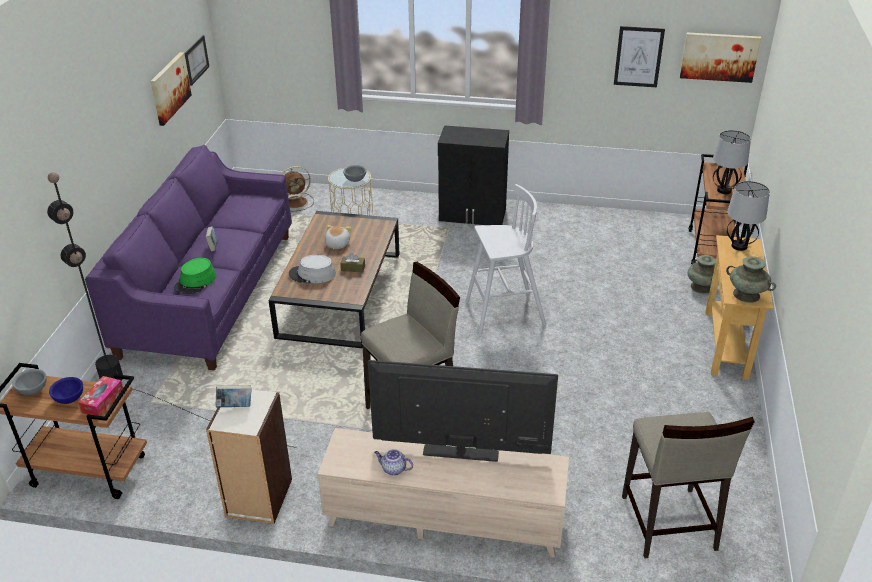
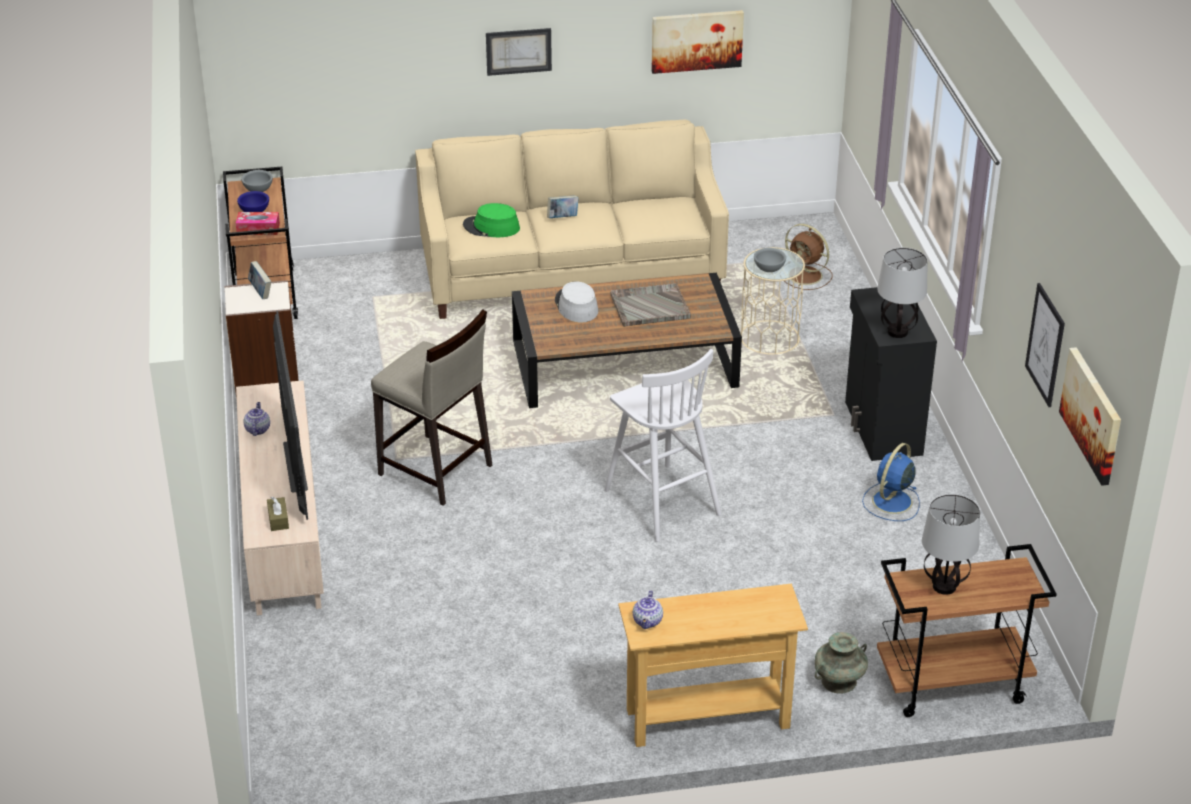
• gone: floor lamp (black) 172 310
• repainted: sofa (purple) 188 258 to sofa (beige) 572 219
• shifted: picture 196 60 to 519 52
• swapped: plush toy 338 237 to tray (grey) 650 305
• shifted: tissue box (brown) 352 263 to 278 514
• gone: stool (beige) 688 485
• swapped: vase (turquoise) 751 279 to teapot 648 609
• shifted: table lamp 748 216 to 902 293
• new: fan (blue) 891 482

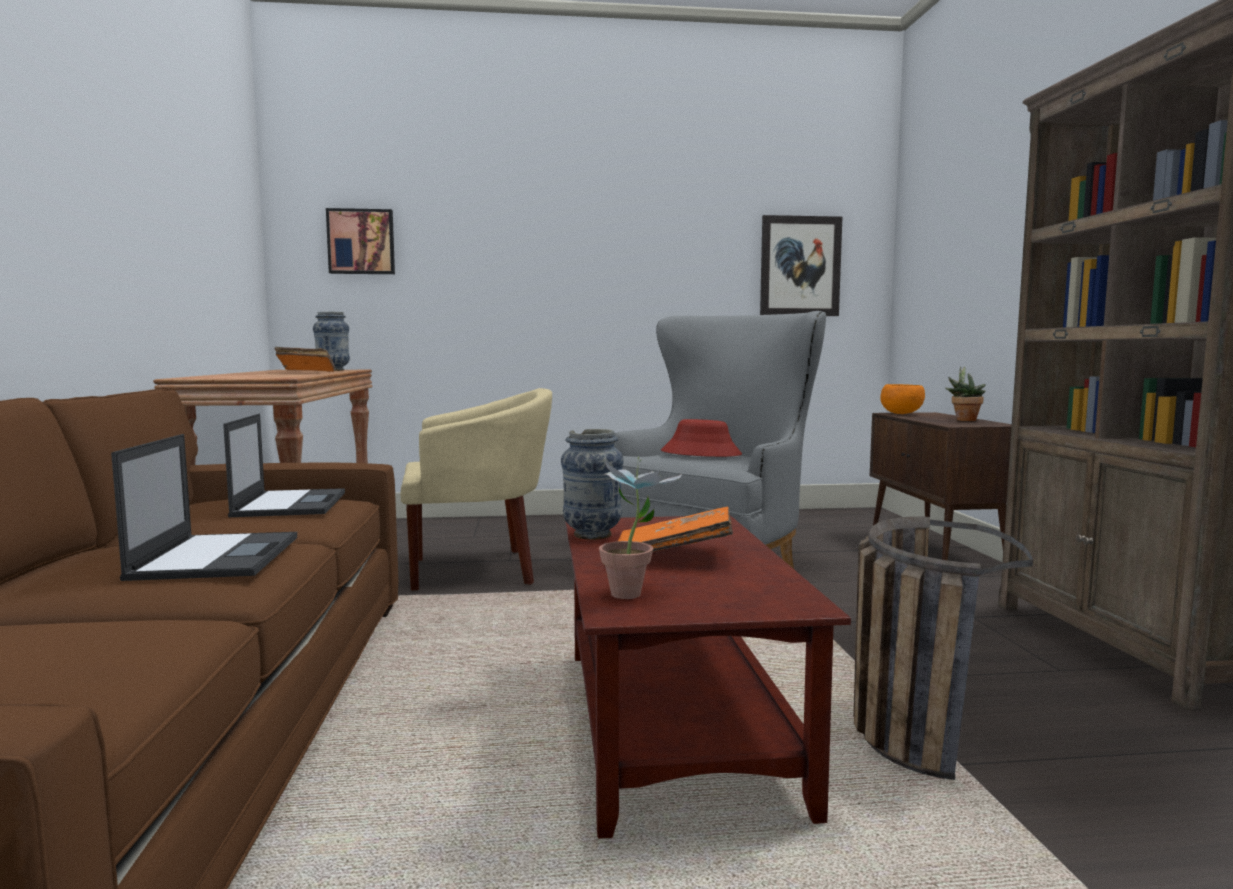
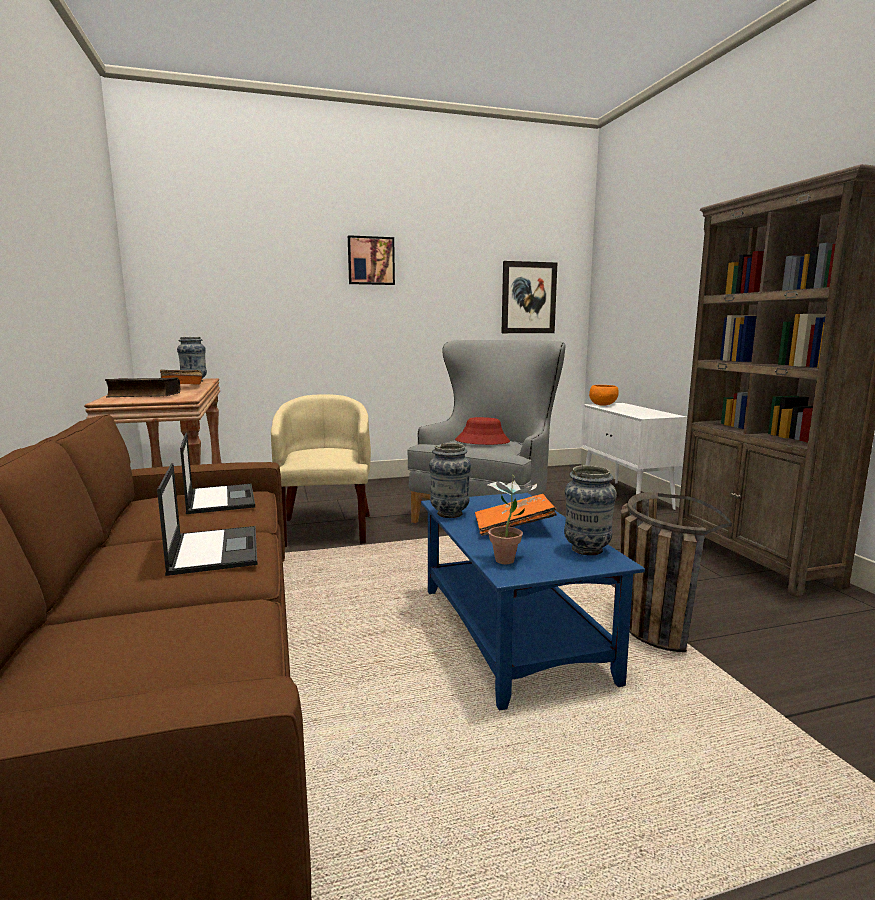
• shifted: picture 360 241 to 371 260
• rotated: armchair (beige) 476 489 = 321 470 75 degrees counterclockwise
• repainted: coffee table (brown) 708 677 to coffee table (blue) 533 601
• repainted: cabinet (brown) 941 486 to cabinet (white) 634 456
• gone: potted plant 966 393
• new: book 142 387
• new: vase 590 510

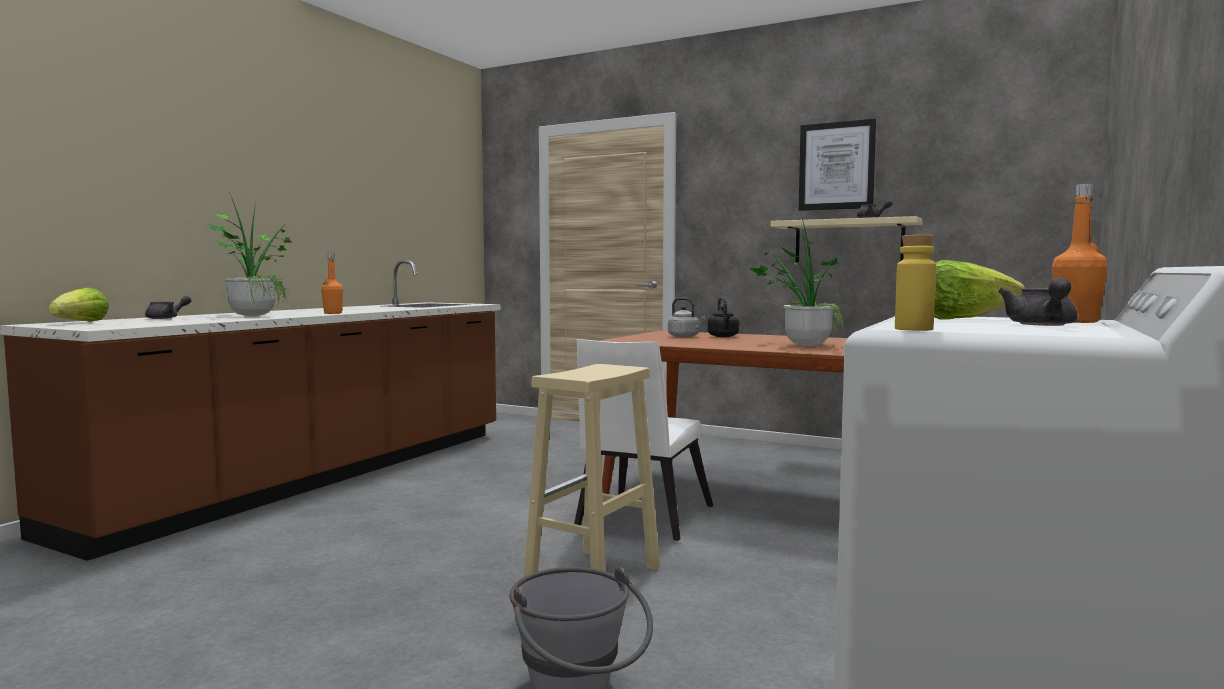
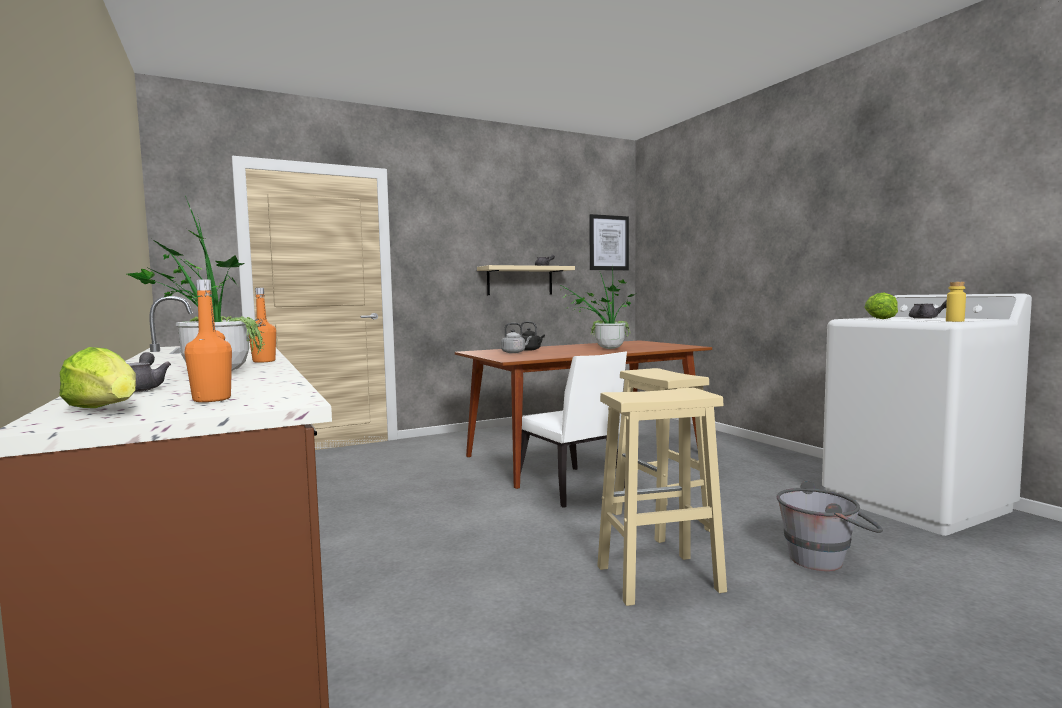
• shifted: picture 837 165 to 609 242
• shifted: bottle (orange) 1080 253 to 208 341
• new: stool (beige) 662 497

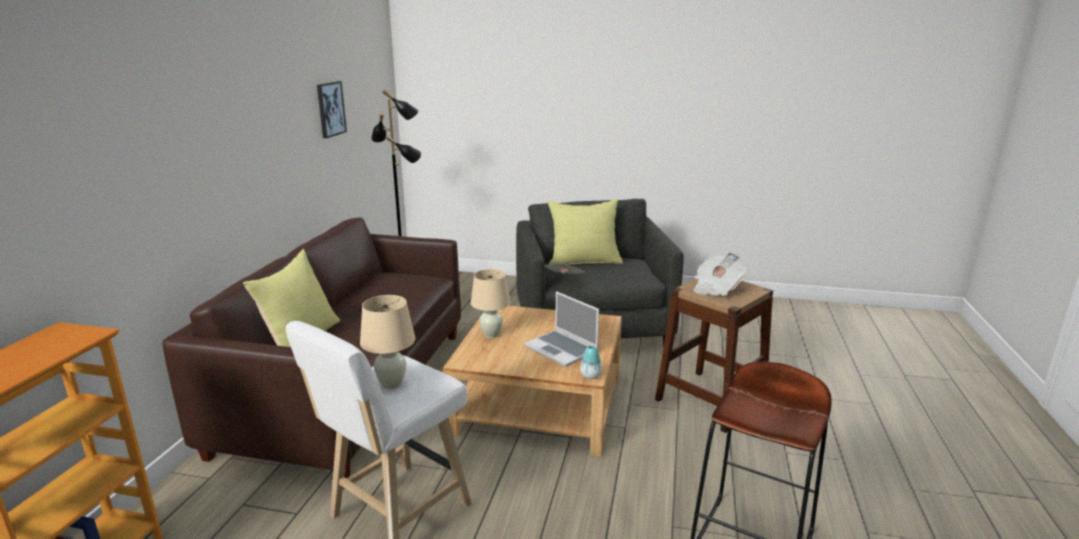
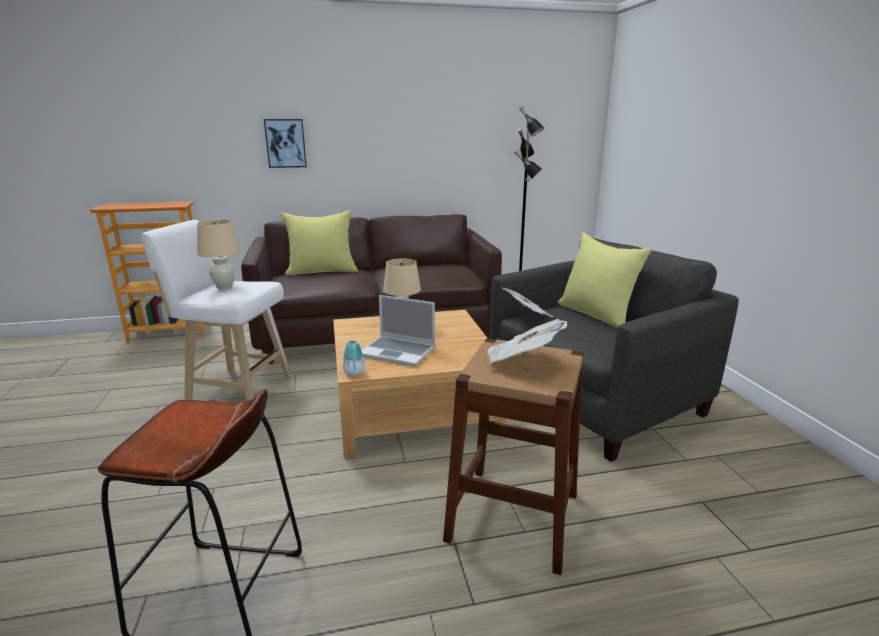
• shifted: picture 332 109 to 285 143
• rotated: laptop 561 329 = 398 331 90 degrees counterclockwise

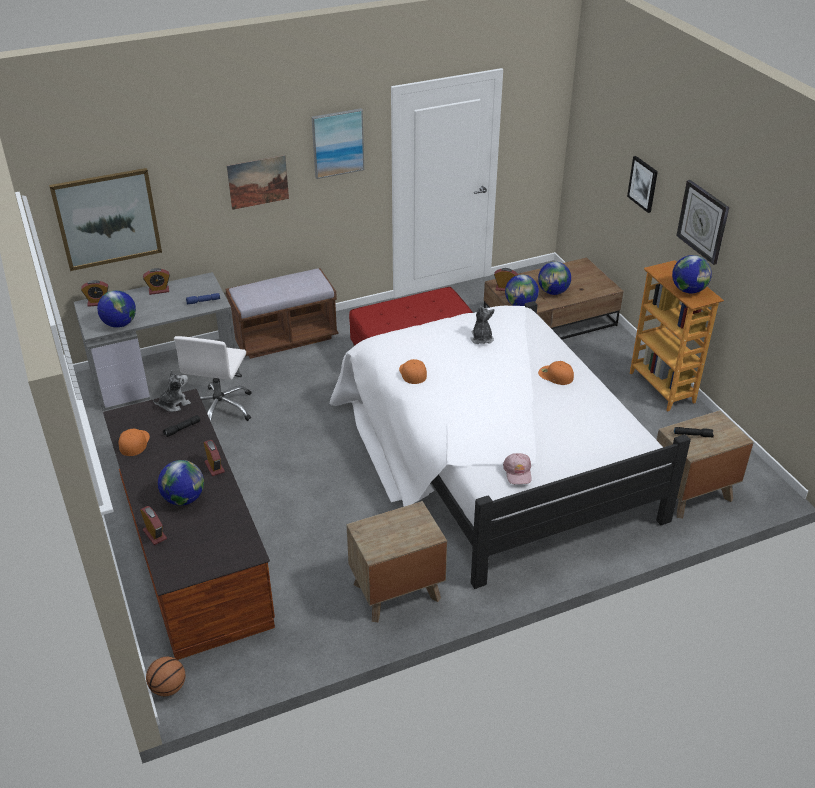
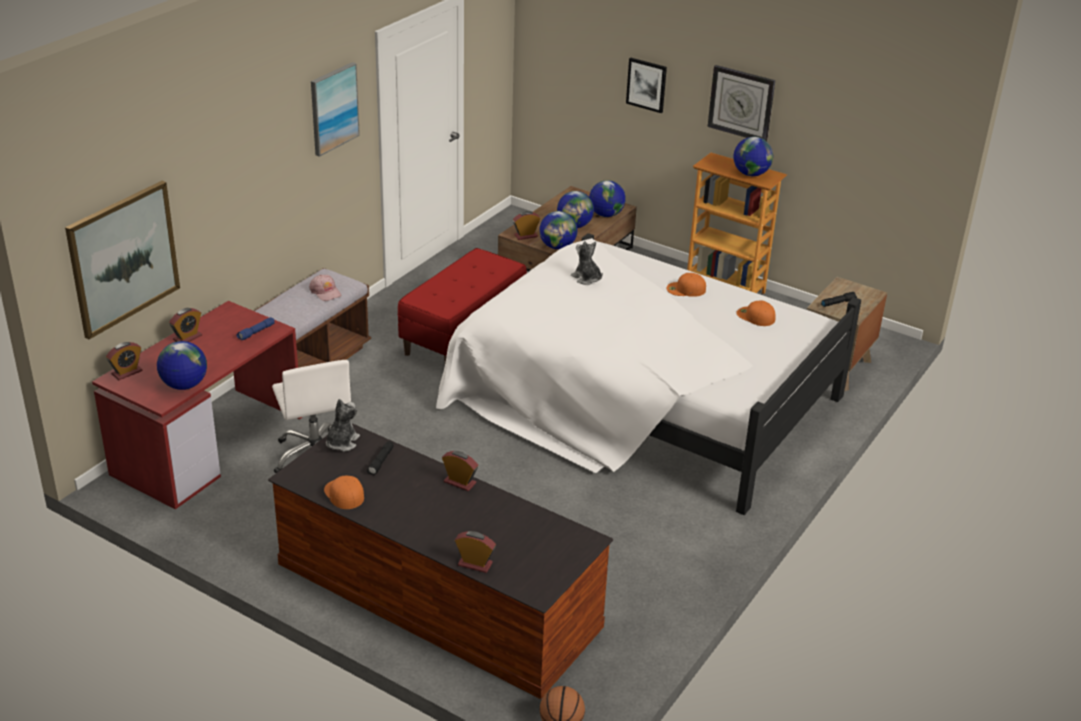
• repainted: desk (grey) 157 341 to desk (red) 197 405
• shifted: globe 181 482 to 607 198
• gone: picture 258 182
• gone: nightstand (brown) 396 561
• shifted: cap (orange) 413 371 to 756 313
• shifted: cap (pink) 517 468 to 325 288

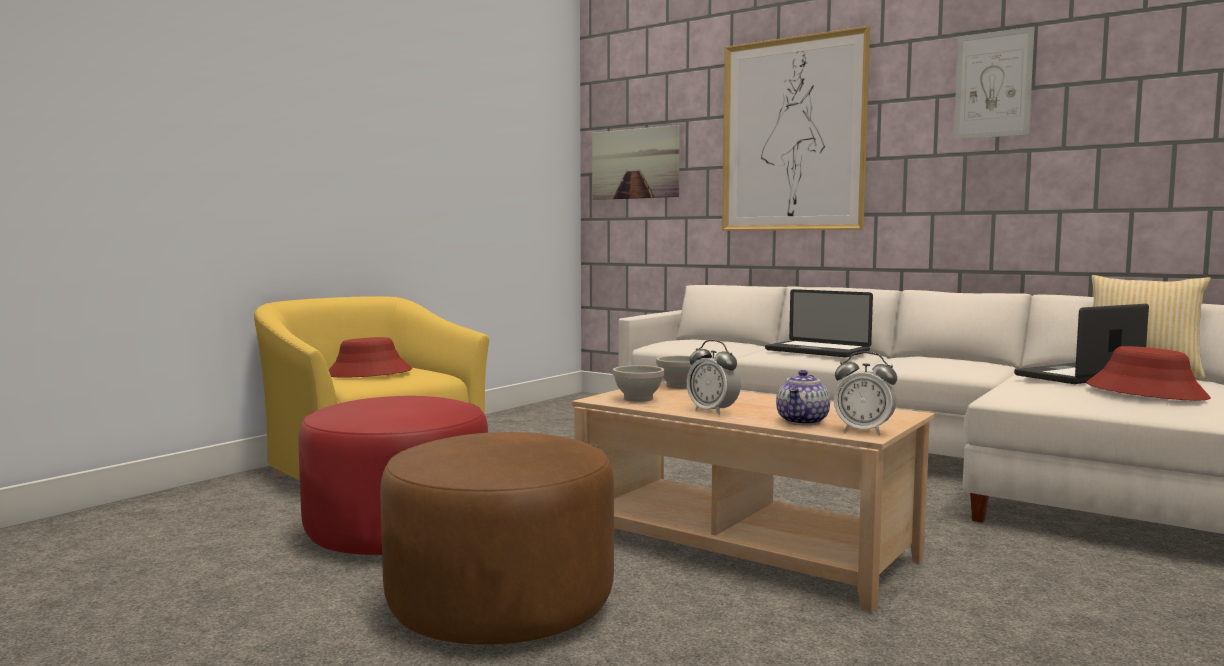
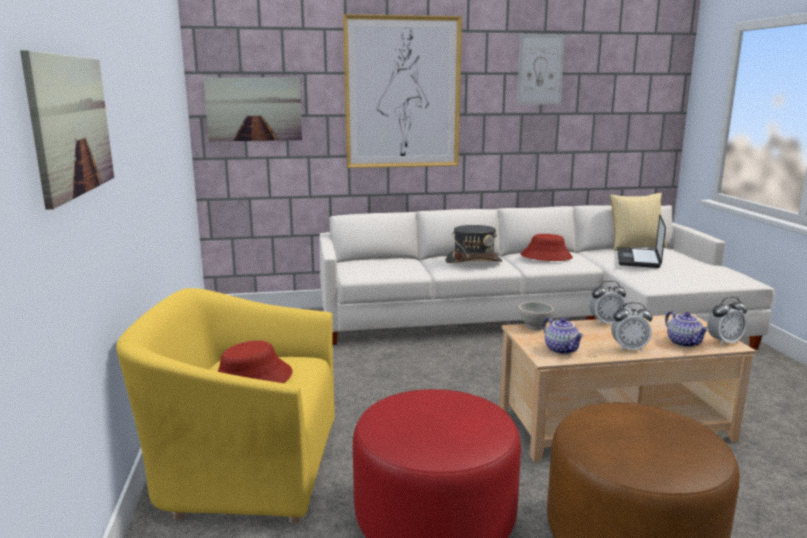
• swapped: bowl (white) 638 383 to teapot 563 335
• swapped: laptop 819 323 to hat (grey) 474 244
• shifted: hat (red) 1148 373 to 547 247
• new: picture 67 130
• new: alarm clock 608 302

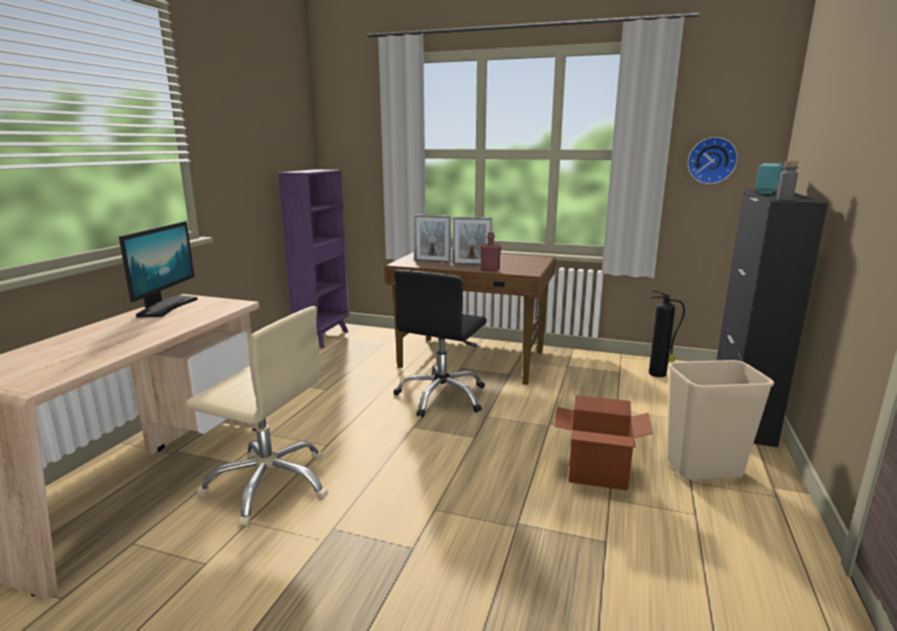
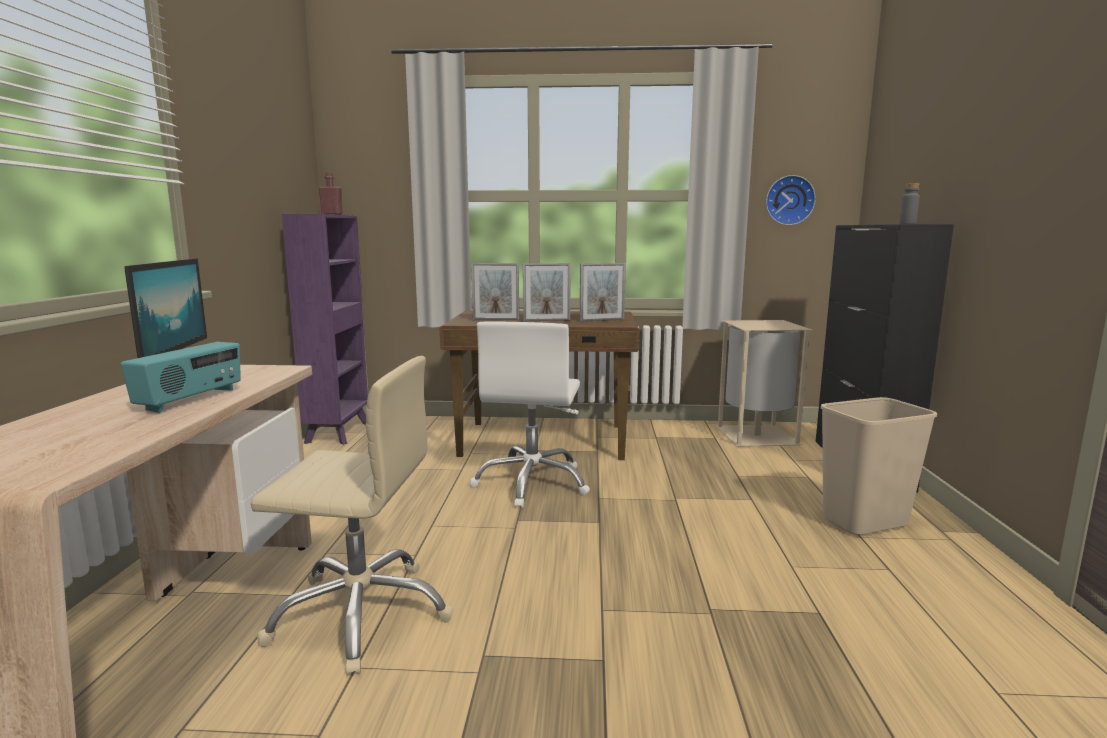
• repainted: office chair (black) 440 344 to office chair (white) 530 415
• shifted: bottle (red) 490 252 to 331 193
• gone: cardboard box 603 442
• swapped: fire extinguisher 667 333 to trash can (beige) 764 383
• shifted: radio 769 178 to 181 377
• new: picture frame 603 292

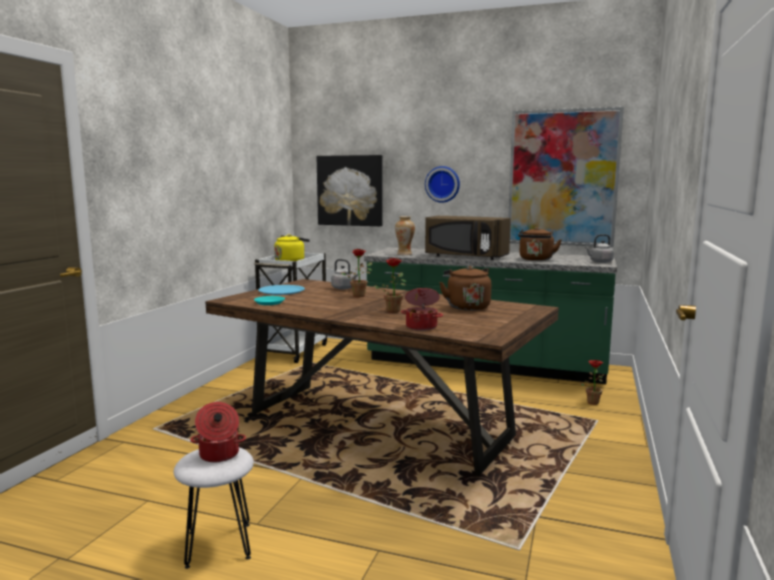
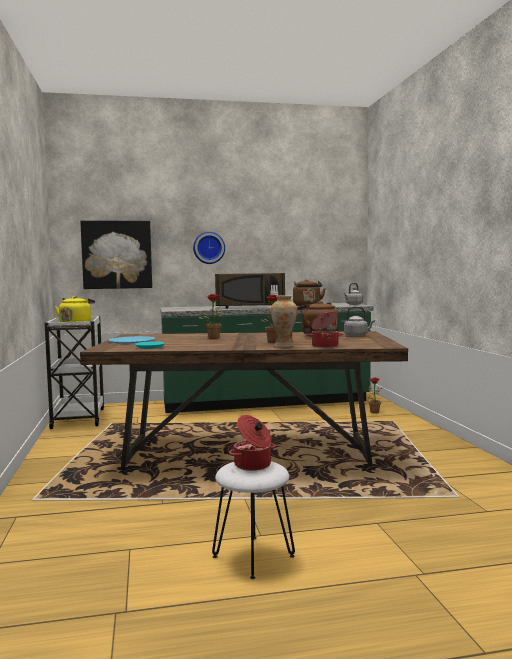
• shifted: kettle (grey) 344 274 to 359 321
• shifted: vase 405 235 to 284 321
• gone: picture 566 177

